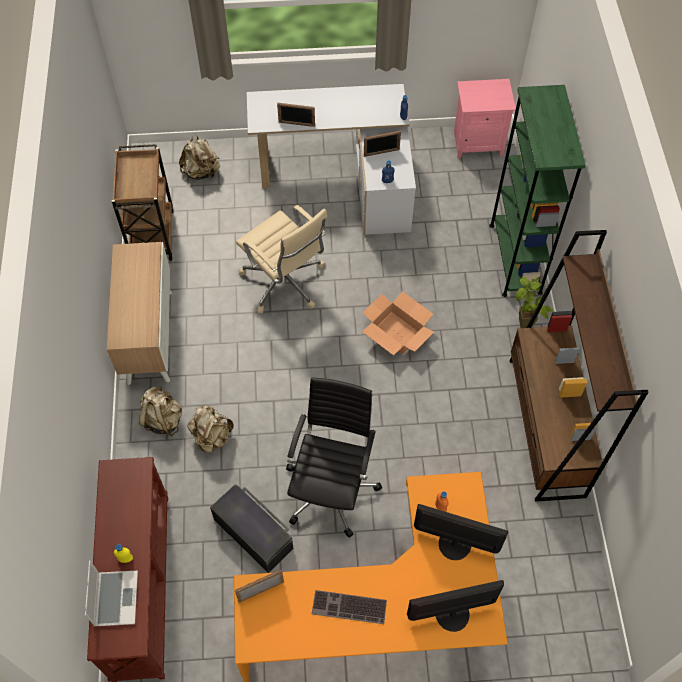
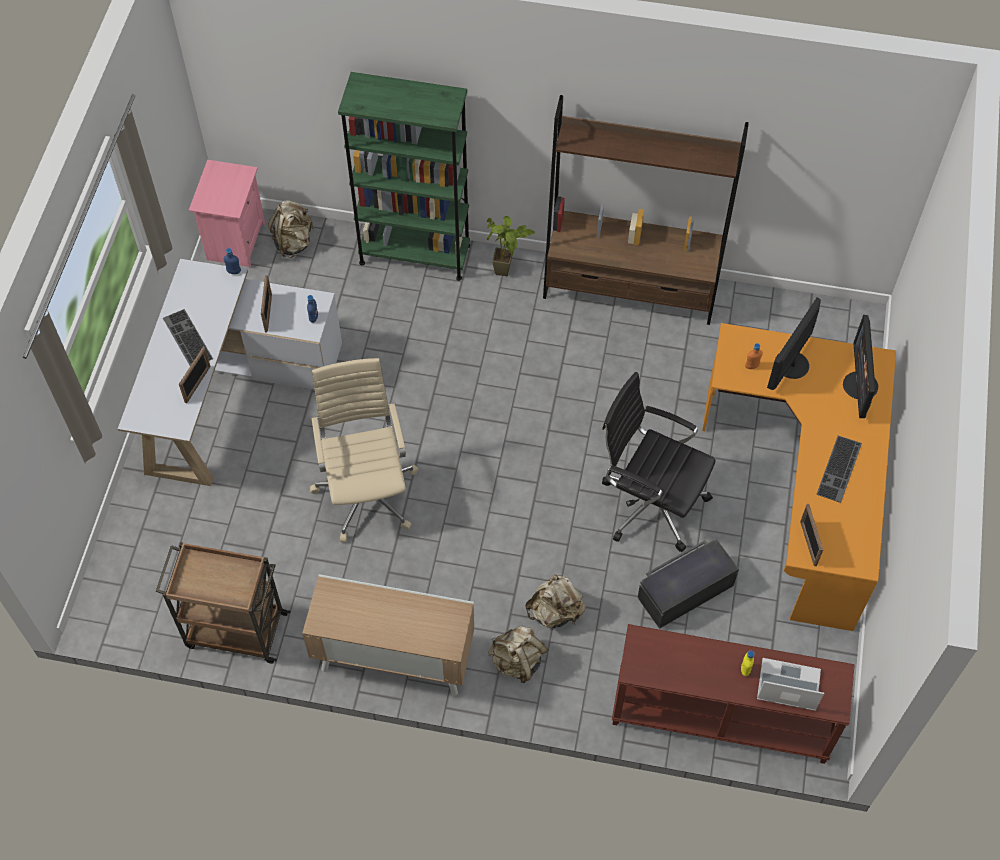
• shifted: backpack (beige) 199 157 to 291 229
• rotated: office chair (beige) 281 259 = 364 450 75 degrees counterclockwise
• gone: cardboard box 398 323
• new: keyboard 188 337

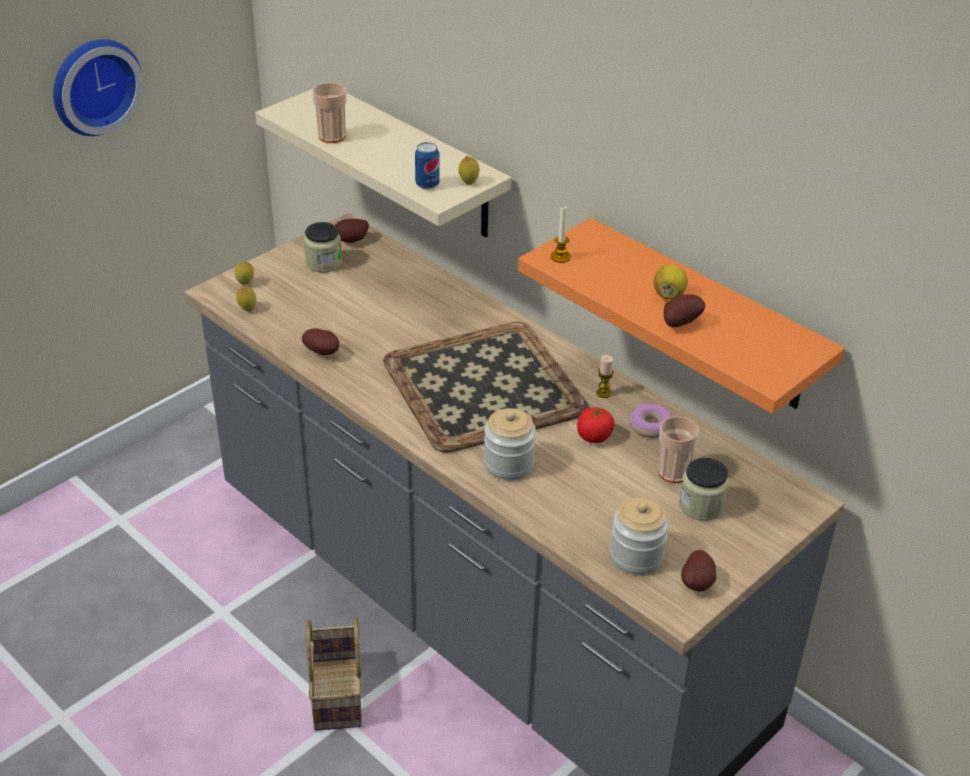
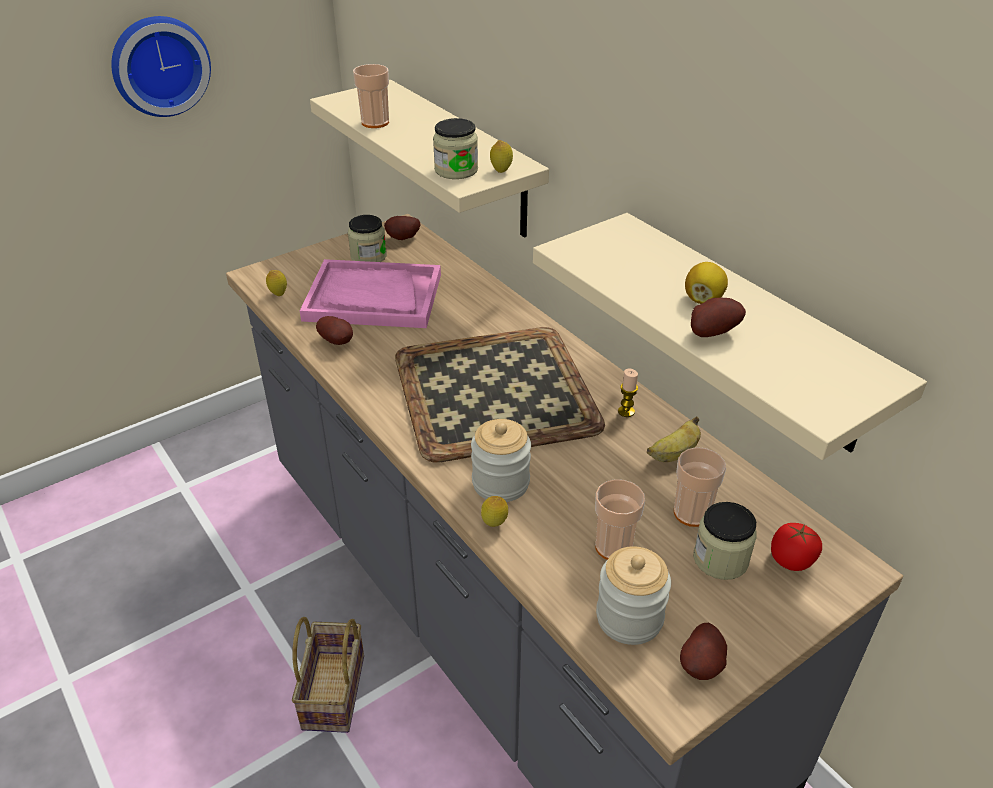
• shifted: lemon 244 273 to 494 511
• swapped: can 427 165 to jar 455 148
• repainted: shelf (orange) 681 316 to shelf (beige) 730 336
• gone: candle 561 234
• shifted: tomato 596 425 to 796 547
• swapped: donut 650 421 to banana 674 439
• new: tray (pink) 370 293
• new: cup 620 519

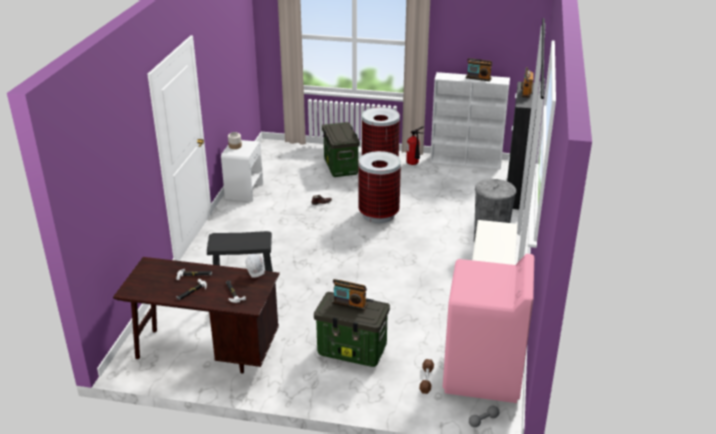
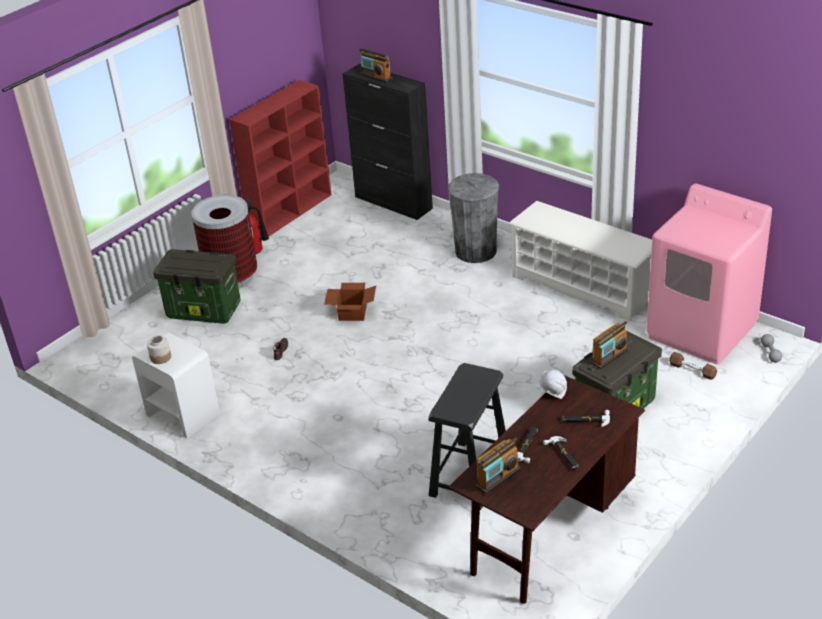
• swapped: trash can 380 187 to cardboard box 350 302
• repainted: bookcase (white) 470 120 to bookcase (red) 280 158
• shifted: radio 479 69 to 498 465

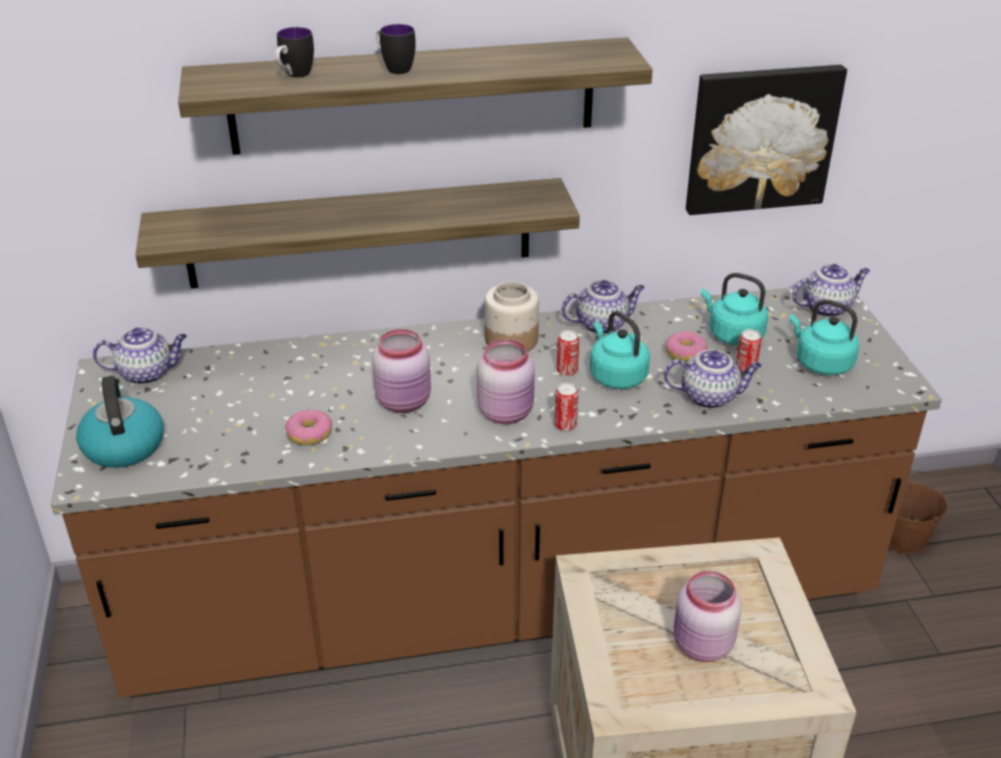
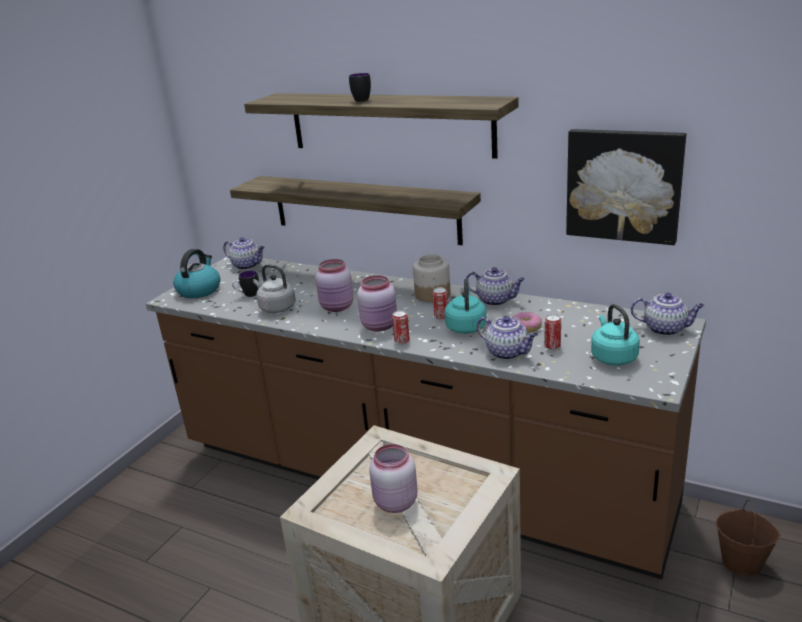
• shifted: mug 294 52 to 245 284
• swapped: donut 308 427 to kettle (grey) 274 288
• gone: kettle (turquoise) 734 309

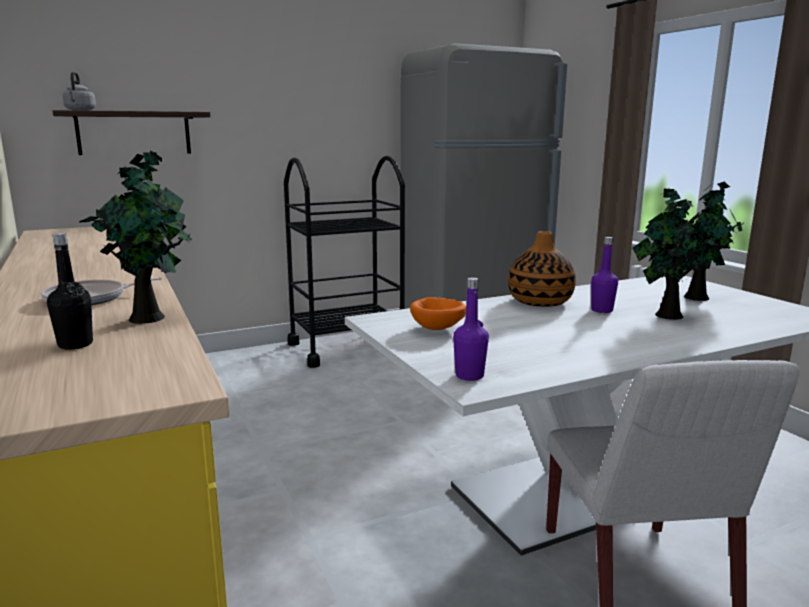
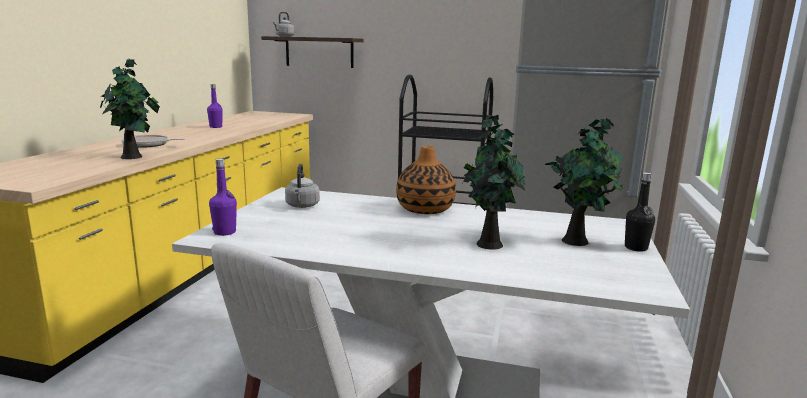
• shifted: bottle (black) 70 291 to 640 212
• swapped: bowl (orange) 438 313 to kettle (grey) 302 185
• shifted: bottle (purple) 604 275 to 215 106

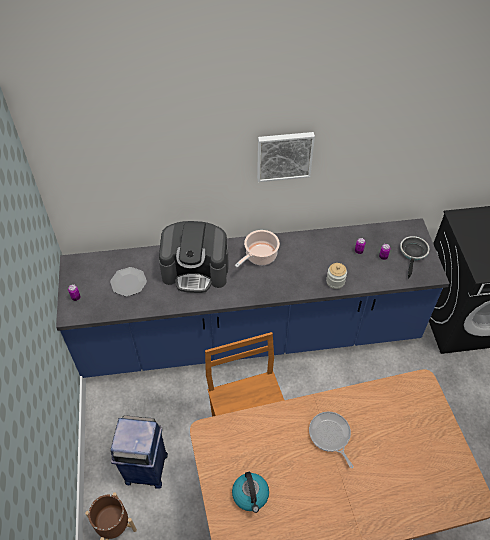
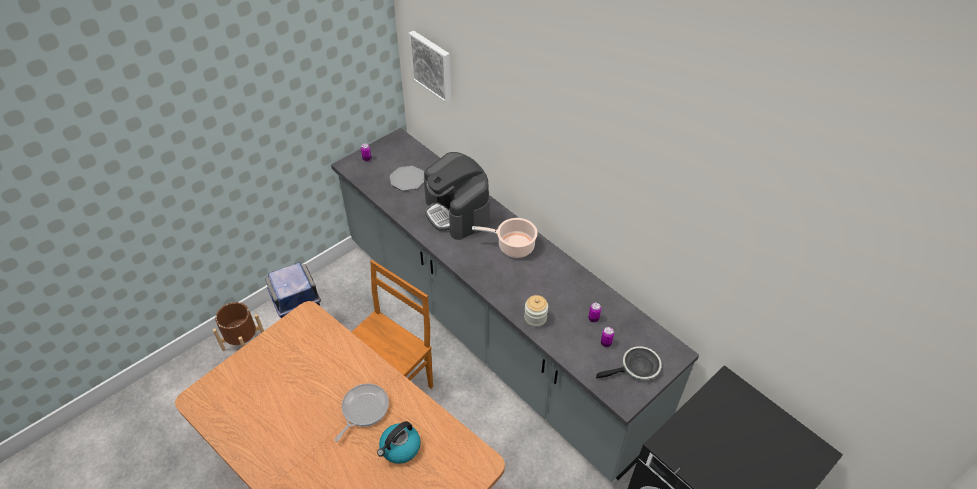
• repainted: counter (blue) 253 298 to counter (grey) 515 305
• shifted: kettle 250 492 to 399 442
• shifted: picture 286 157 to 429 67

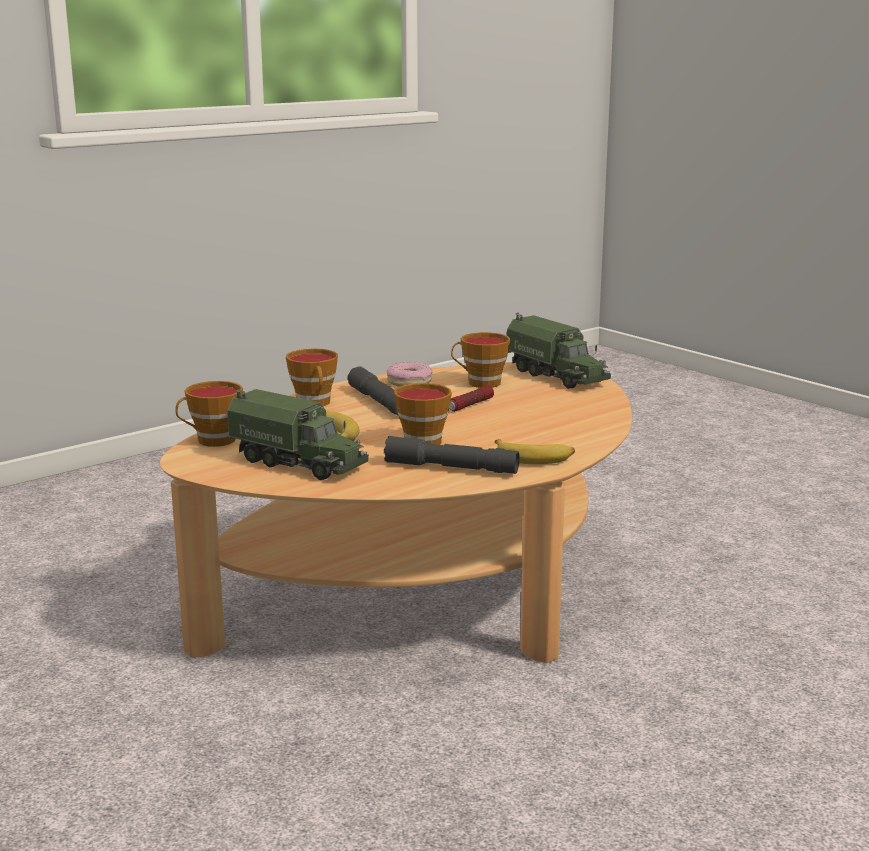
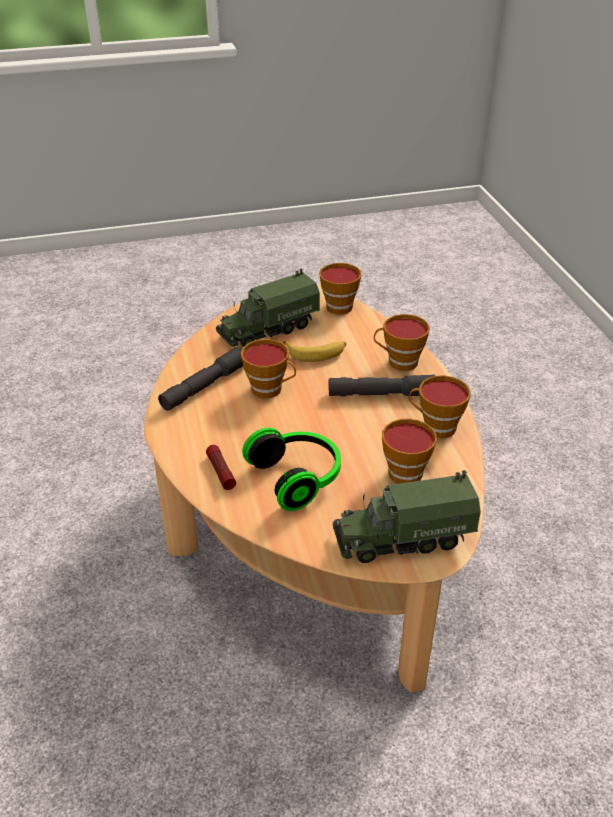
• swapped: donut 409 374 to cup 440 406
• shifted: flashlight 471 398 to 221 467
• gone: banana 535 451
• new: headphones 291 469

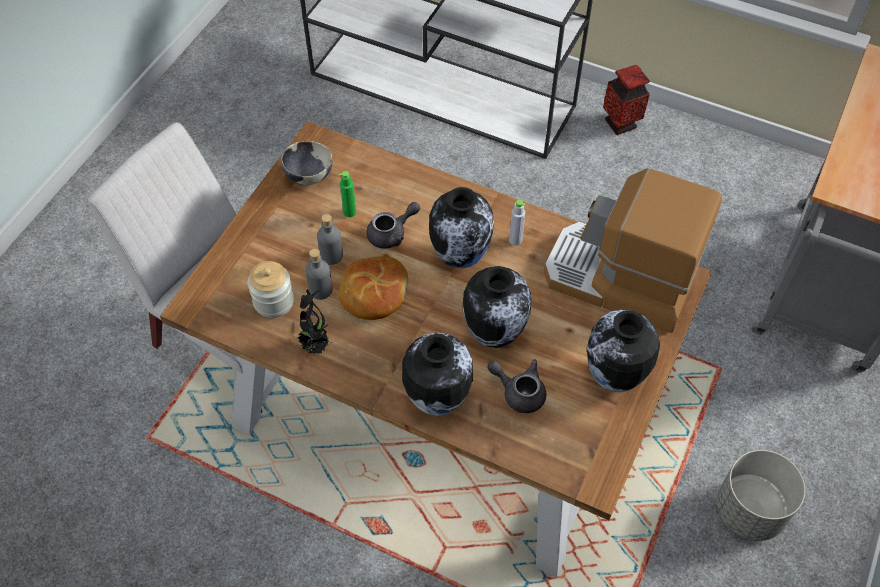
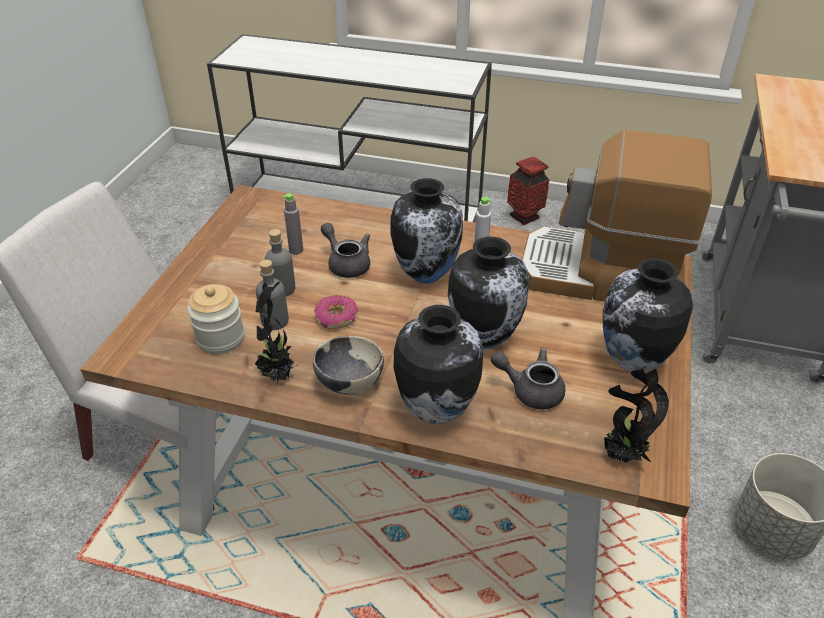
• shifted: bowl 307 163 to 348 365
• repainted: bottle (green) 347 194 to bottle (grey) 293 224
• swapped: bread 373 288 to donut 336 312
• rotated: teapot (grey) 393 225 = 345 250 90 degrees counterclockwise
• new: potted plant 636 414

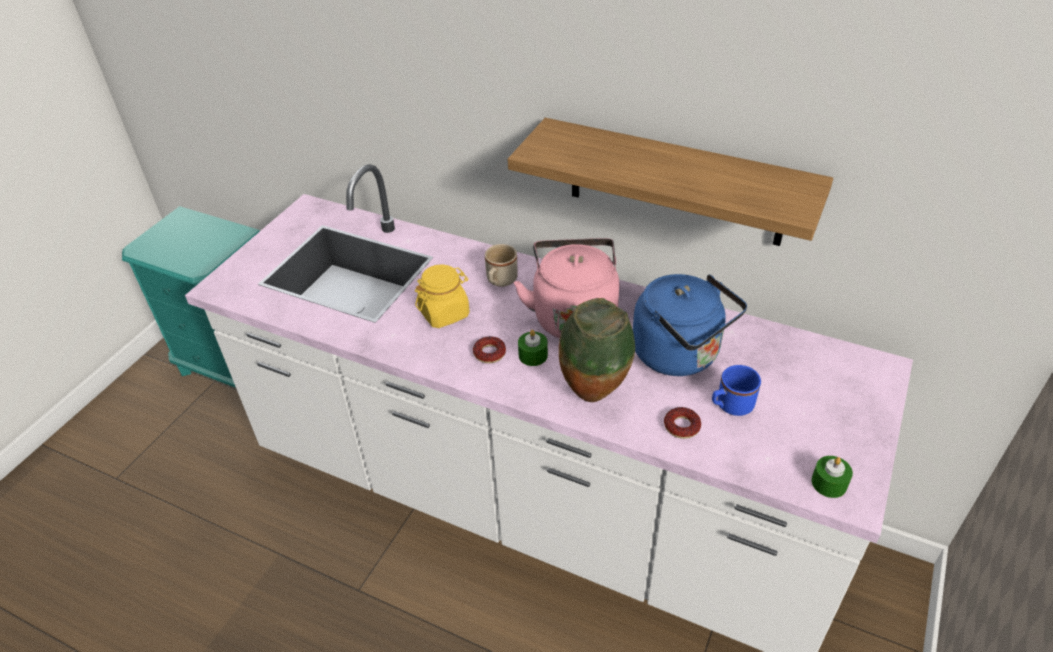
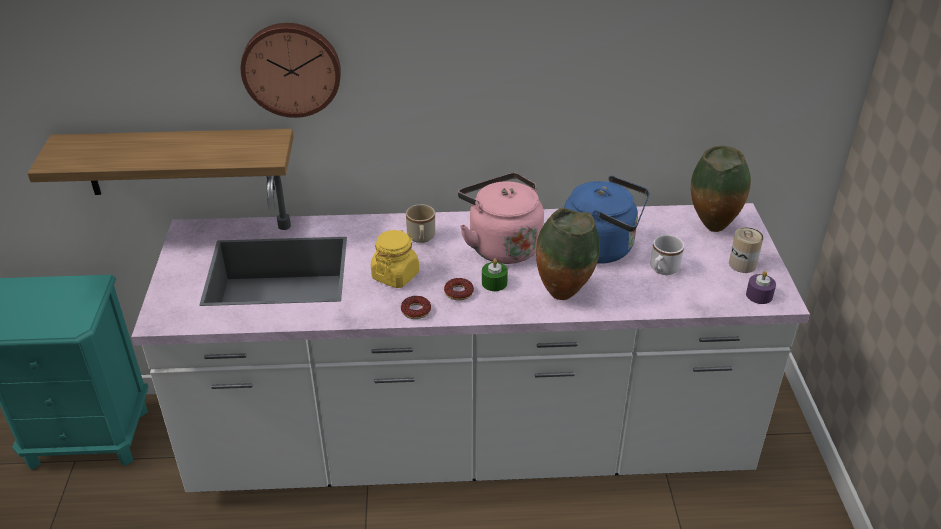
• shifted: shelf 670 182 to 160 162
• shifted: donut 682 423 to 416 307
• repainted: mug (blue) 736 390 to mug (white) 667 255
• repainted: candle (green) 832 477 to candle (purple) 761 287
• new: wall clock 291 70
• new: vase 721 189
• new: can 746 250

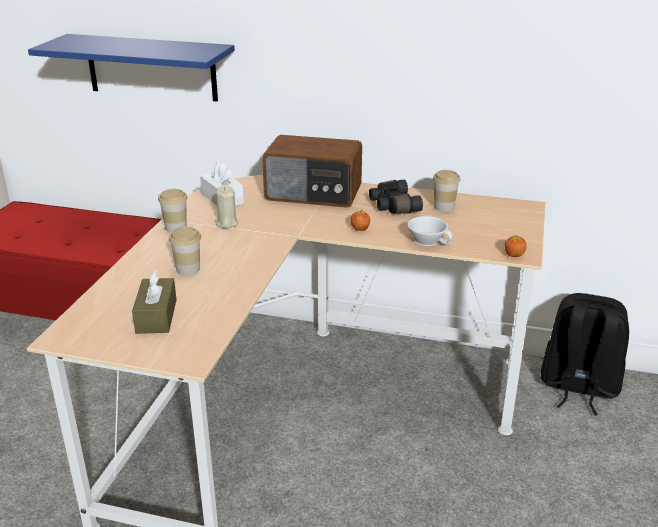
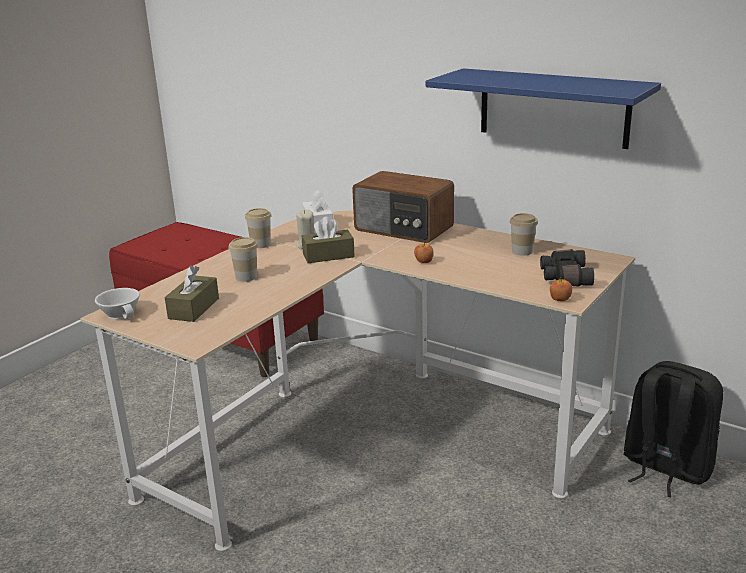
• shifted: shelf (blue) 131 67 to 543 108
• shifted: binoculars (black) 396 197 to 567 268
• shifted: cup (white) 430 231 to 117 303
• new: tissue box (brown) 328 239

